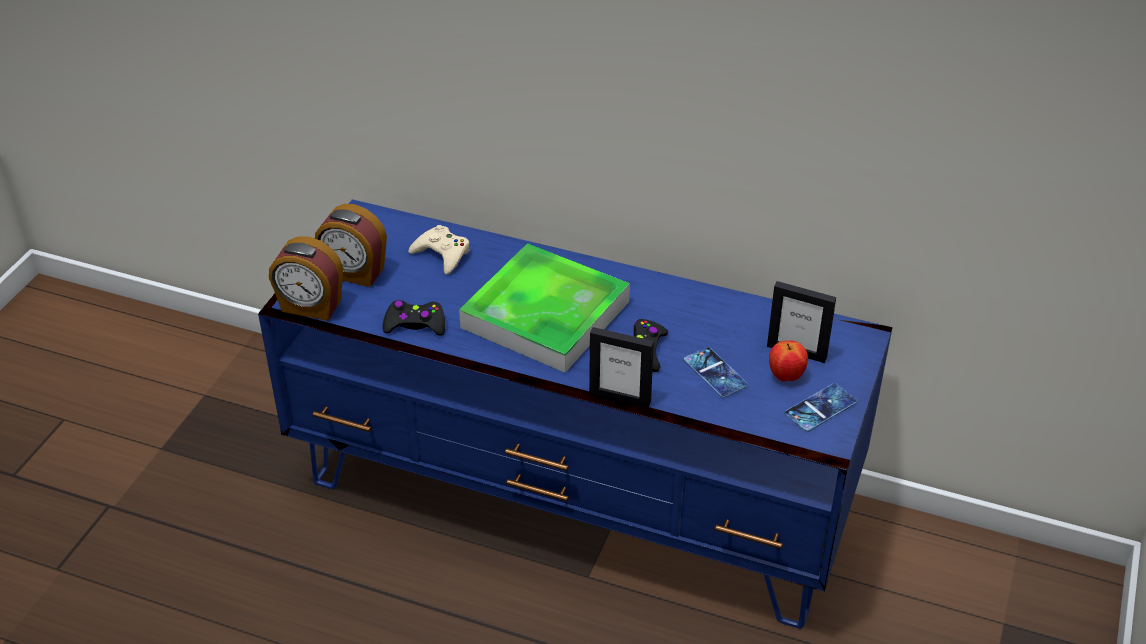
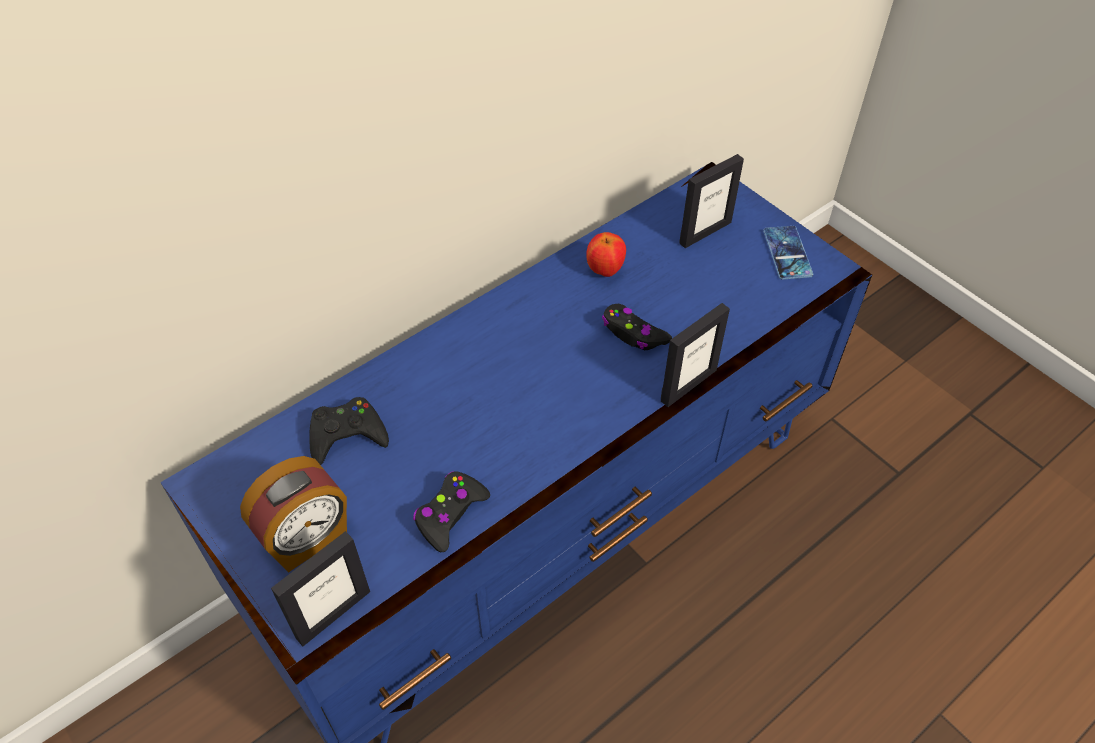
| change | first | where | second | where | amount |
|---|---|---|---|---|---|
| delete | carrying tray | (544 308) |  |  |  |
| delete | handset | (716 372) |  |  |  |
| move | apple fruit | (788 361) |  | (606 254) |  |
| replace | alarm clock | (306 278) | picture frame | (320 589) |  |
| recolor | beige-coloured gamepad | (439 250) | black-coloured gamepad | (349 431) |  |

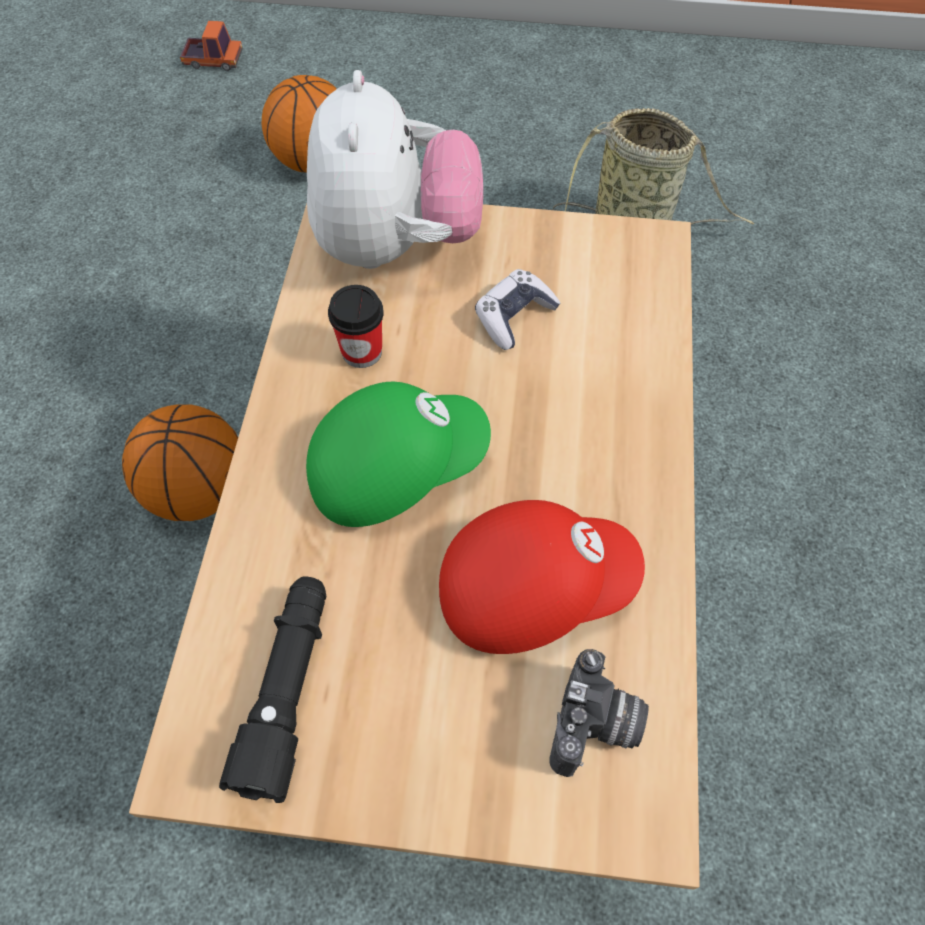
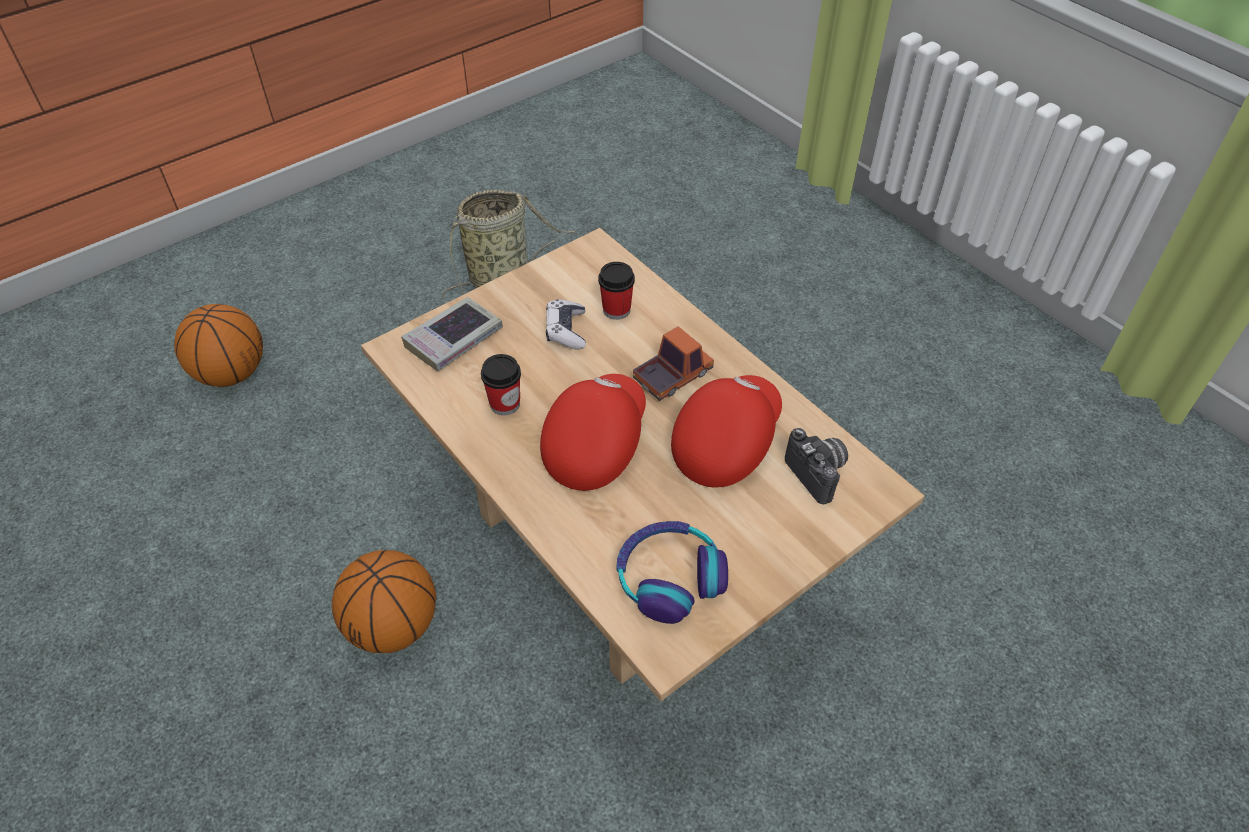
| change | first | where | second | where | amount |
|---|---|---|---|---|---|
| insert |  |  | drinking cup | (616 291) |  |
| move | model truck | (211 46) |  | (673 363) |  |
| replace | black-coloured flashlight | (272 690) | headset | (672 572) |  |
| replace | soft toy | (395 169) | volume | (452 334) |  |
| recolor | green baseball cap | (398 454) | red-coloured baseball cap | (593 432) |  |

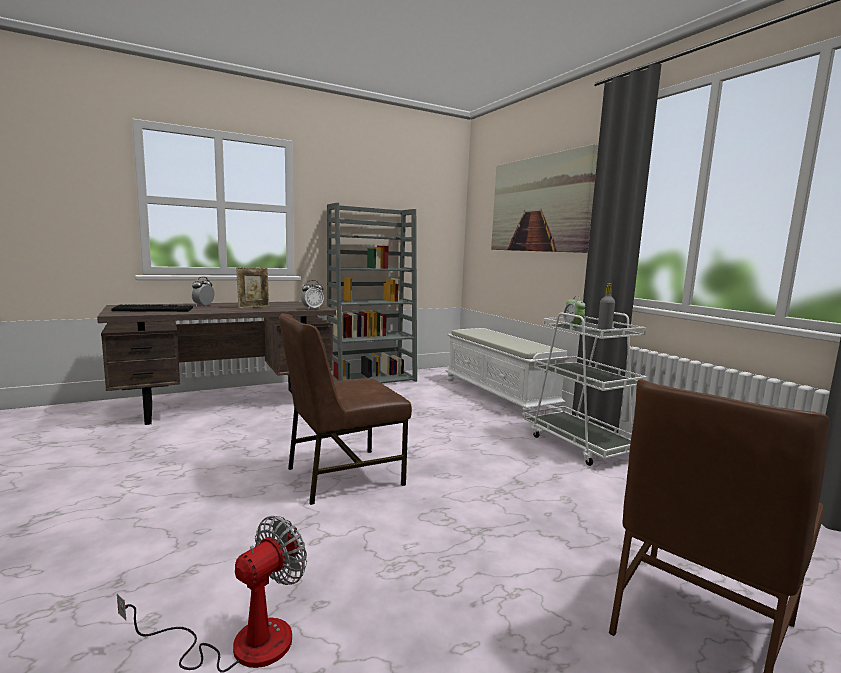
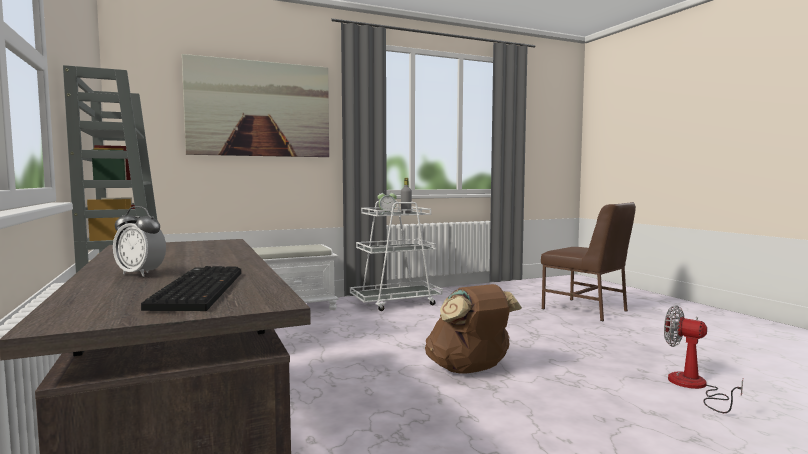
| change | first | where | second | where | amount |
|---|---|---|---|---|---|
| delete | picture frame | (253 287) |  |  |  |
| delete | alarm clock | (312 295) |  |  |  |
| replace | brown plain chair | (345 409) | brown knapsack | (473 329) |  |

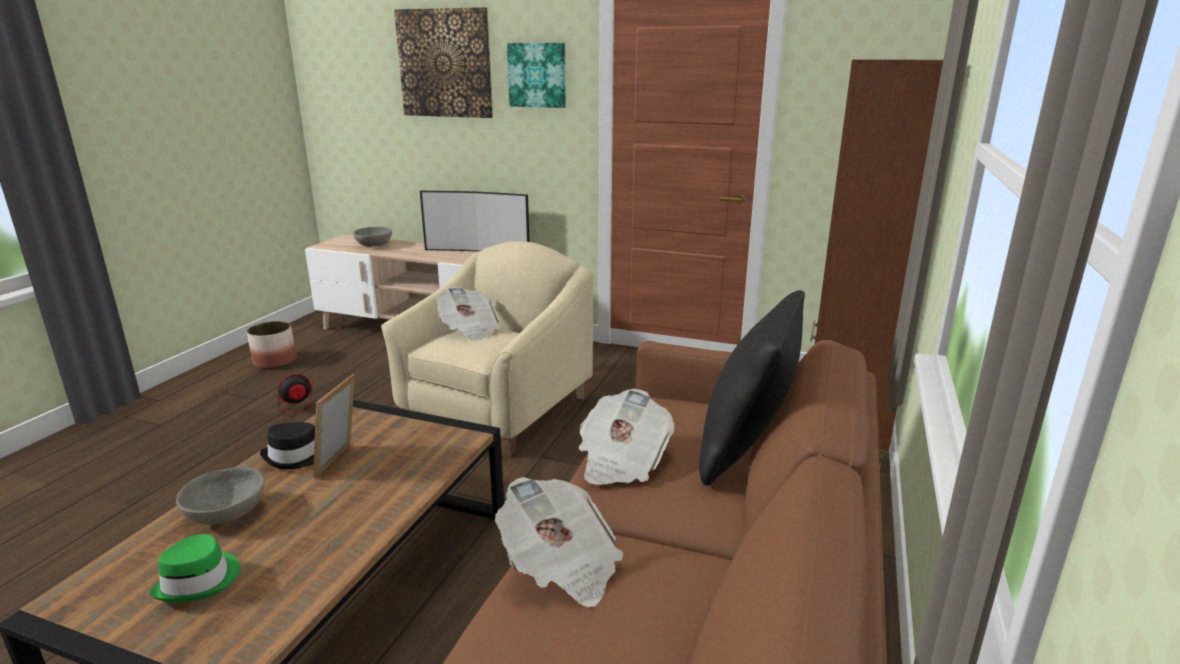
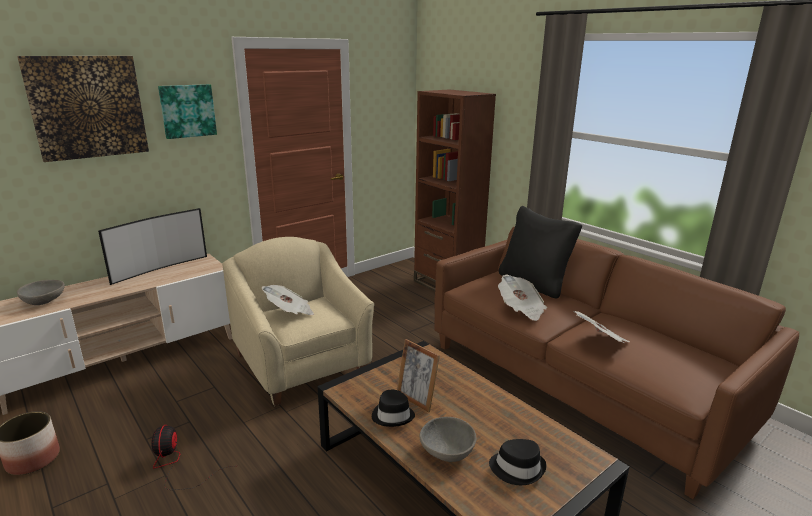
| change | first | where | second | where | amount |
|---|---|---|---|---|---|
| recolor | green wearable hat | (195 568) | black-coloured wearable hat | (518 462) |  |

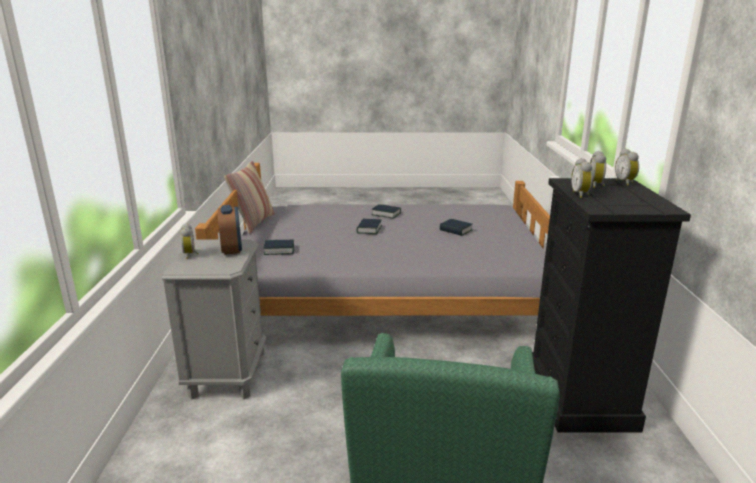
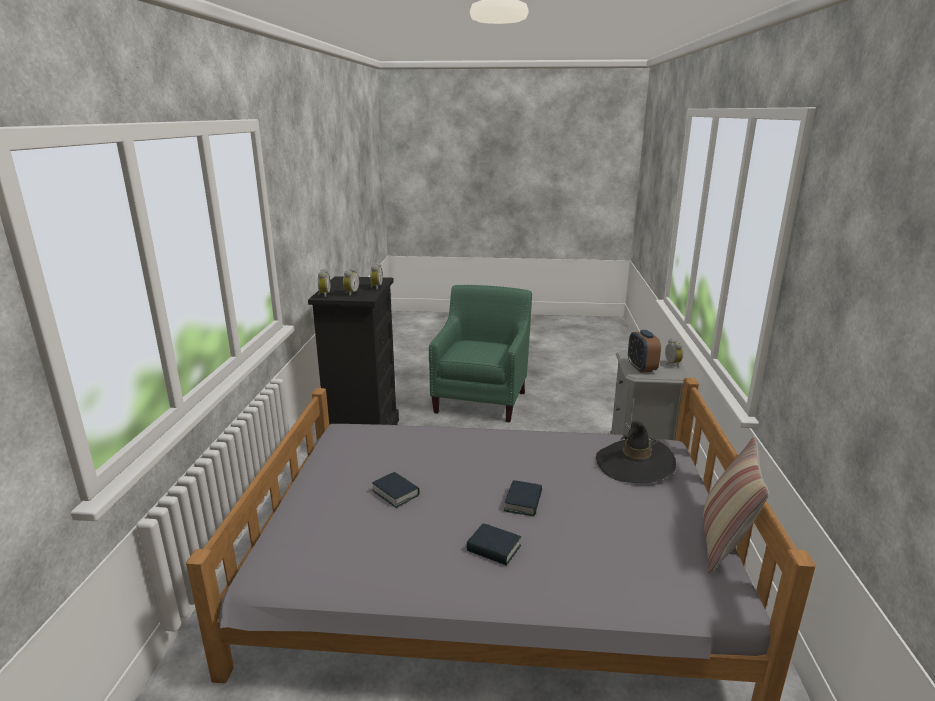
| change | first | where | second | where | amount |
|---|---|---|---|---|---|
| replace | volume | (279 247) | black-coloured wearable hat | (636 452) |  |

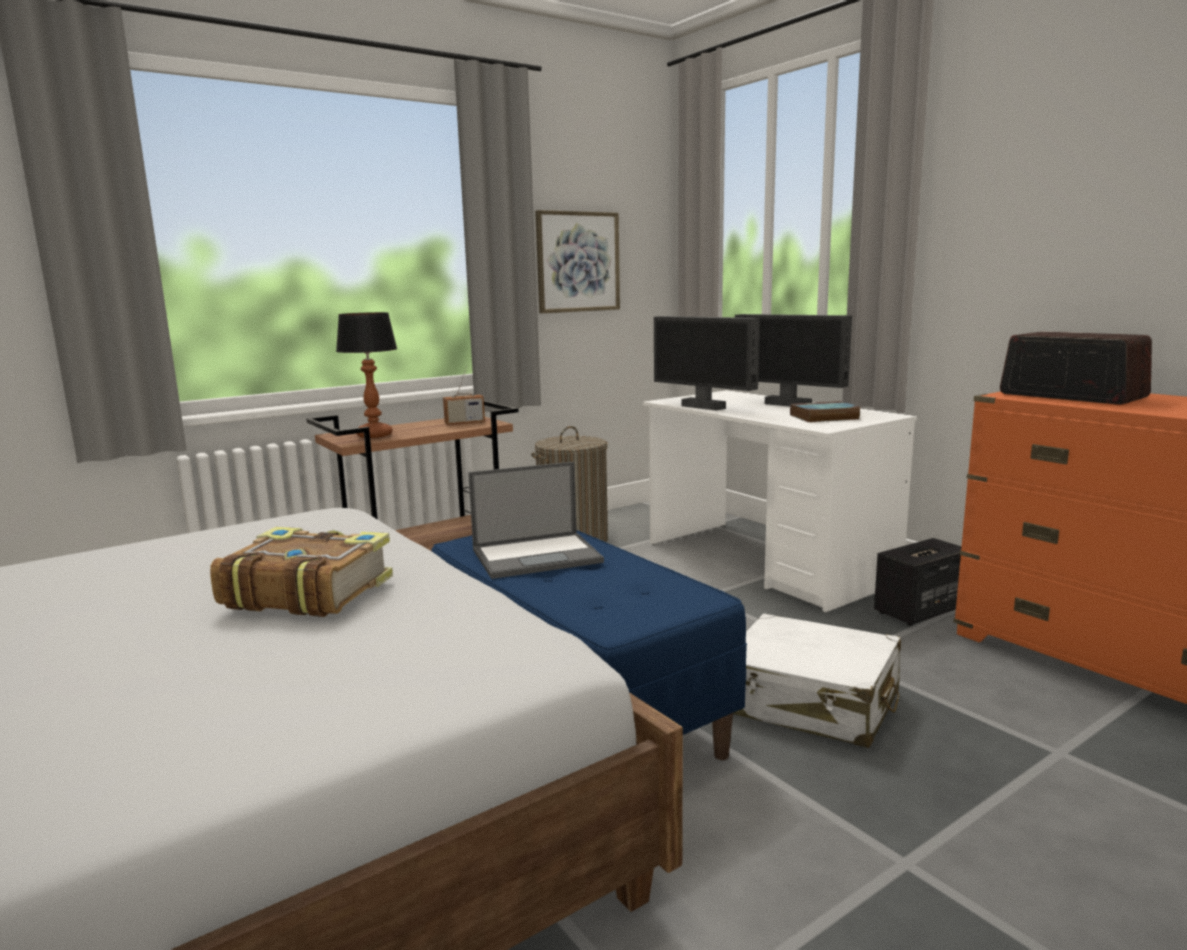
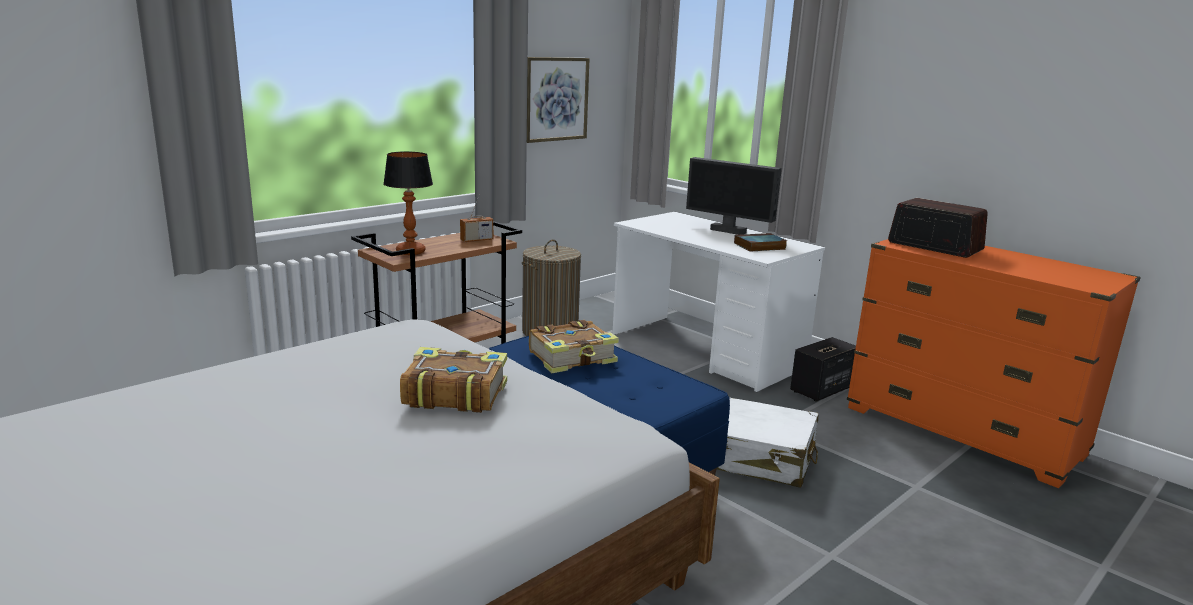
| change | first | where | second | where | amount |
|---|---|---|---|---|---|
| delete | monitor | (707 363) |  |  |  |
| replace | portable computer | (536 520) | volume | (574 346) |  |

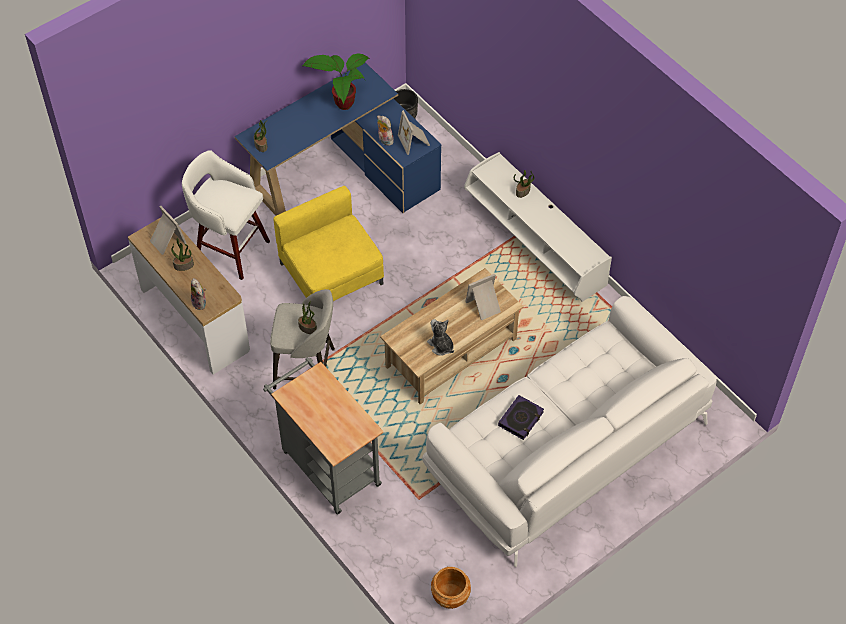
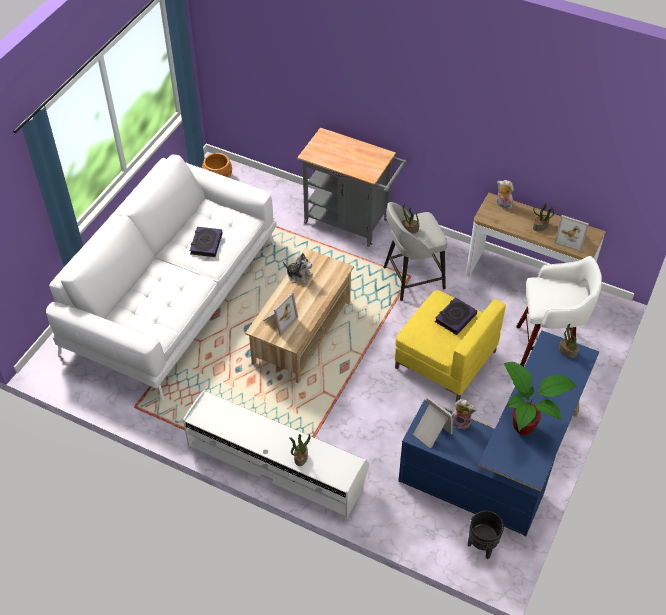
| change | first | where | second | where | amount |
|---|---|---|---|---|---|
| insert |  |  | volume | (456 316) |  |

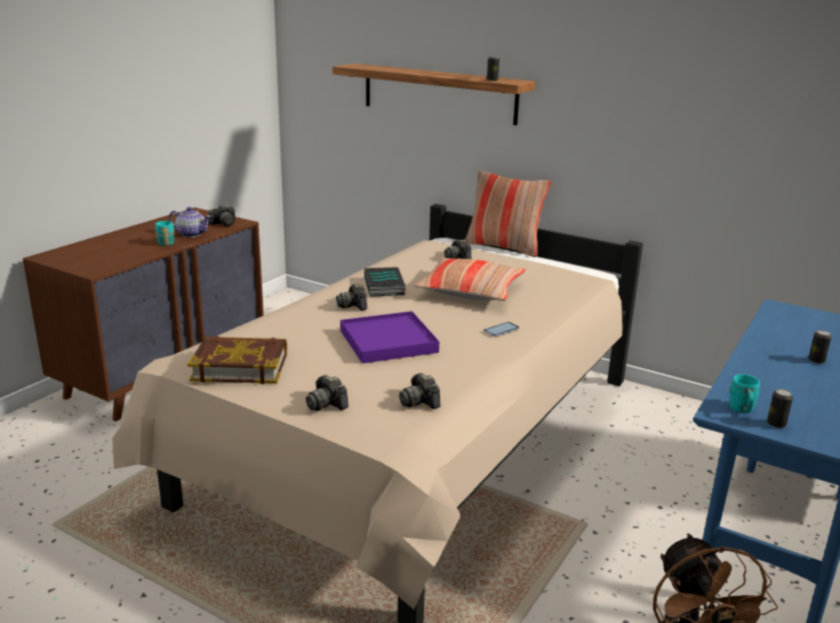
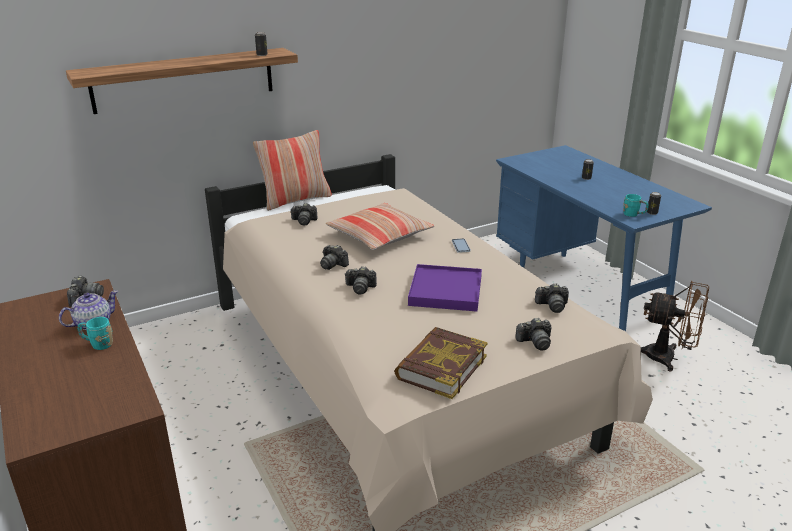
| change | first | where | second | where | amount |
|---|---|---|---|---|---|
| replace | volume | (385 282) | still camera | (334 257) |  |

